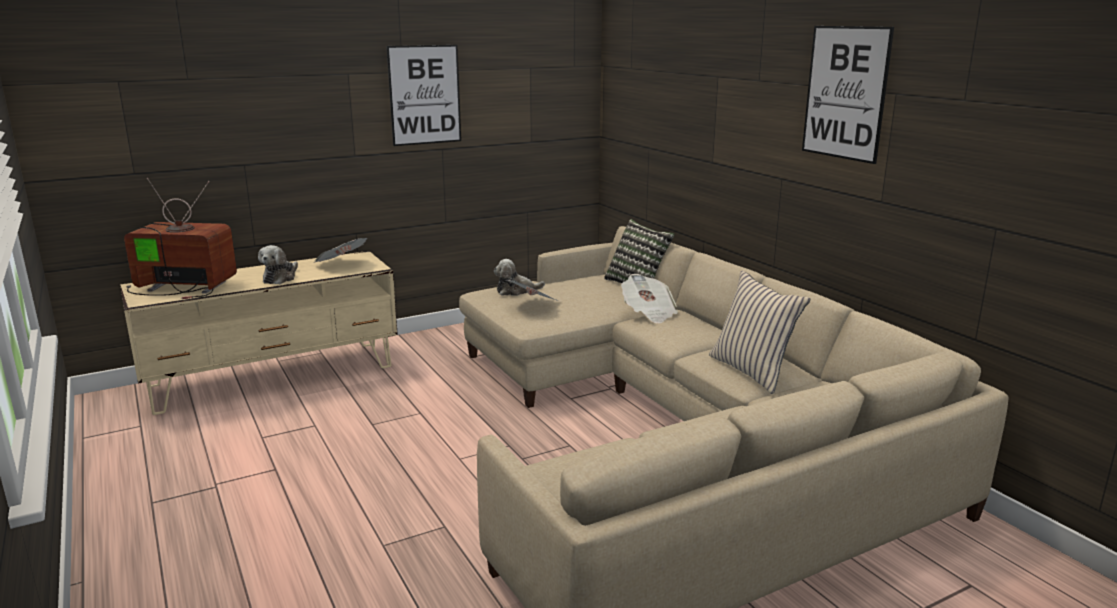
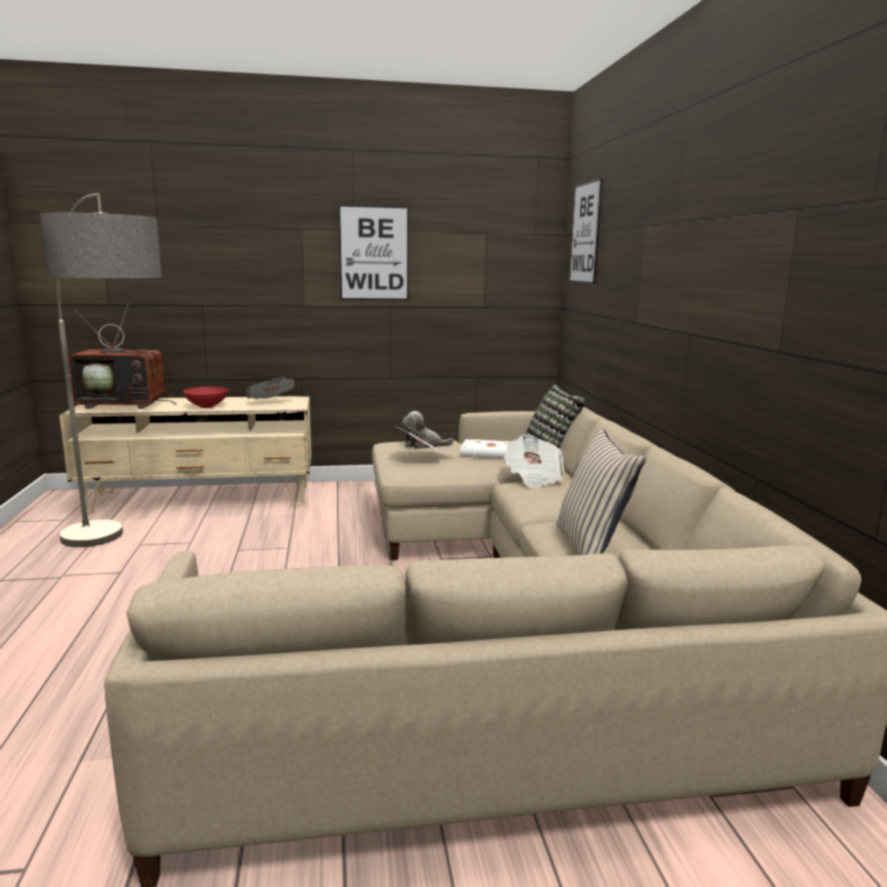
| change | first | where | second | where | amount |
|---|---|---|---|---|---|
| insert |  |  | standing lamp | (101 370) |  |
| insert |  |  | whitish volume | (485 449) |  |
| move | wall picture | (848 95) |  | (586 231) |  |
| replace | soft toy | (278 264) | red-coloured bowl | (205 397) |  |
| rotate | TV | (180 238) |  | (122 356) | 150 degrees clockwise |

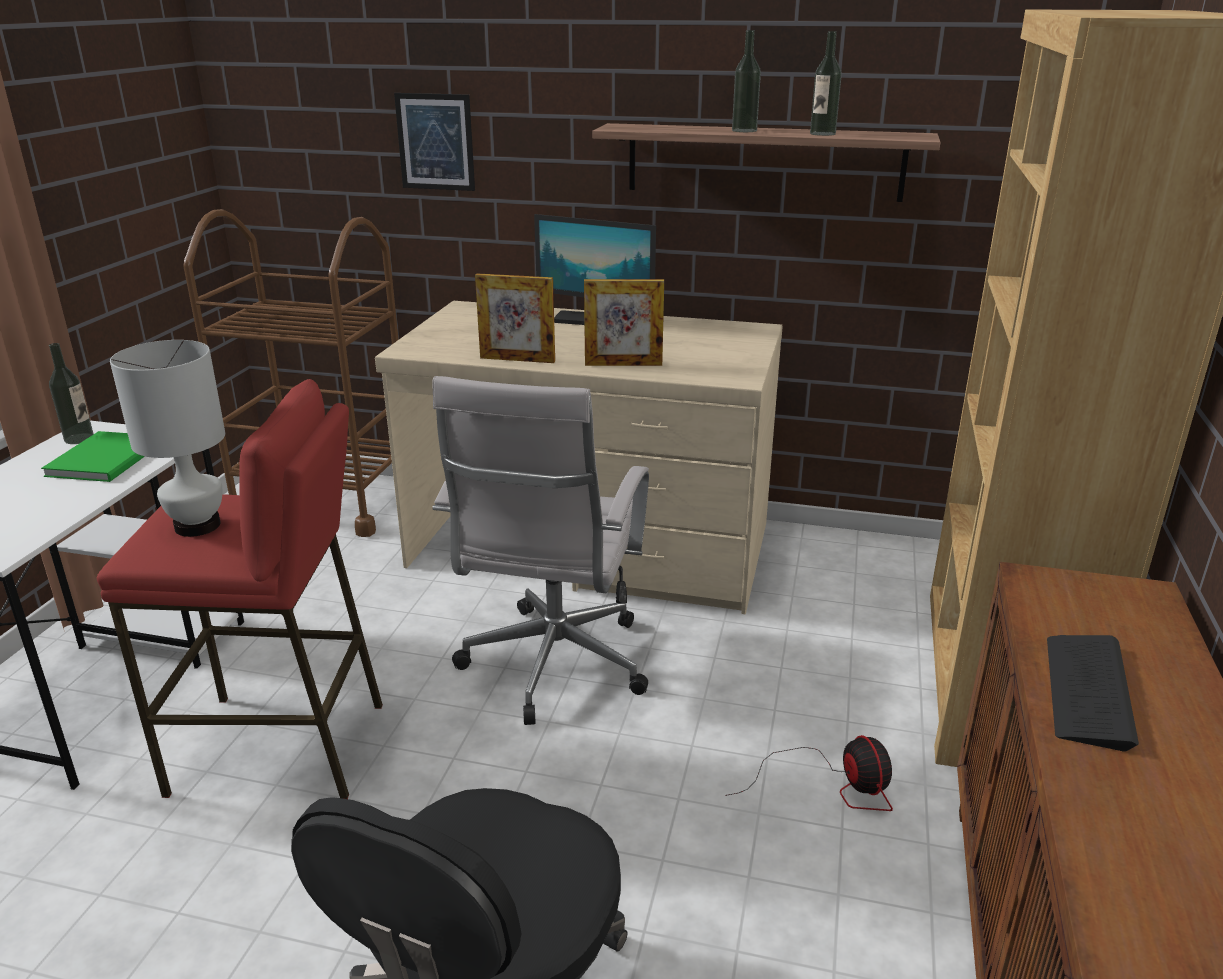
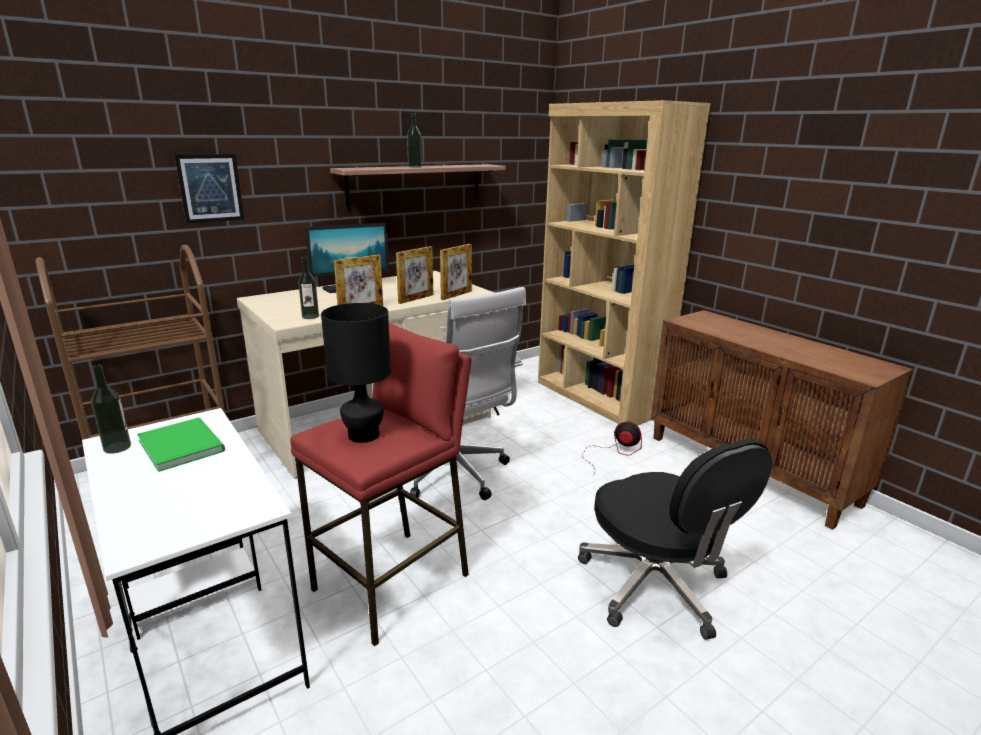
| change | first | where | second | where | amount |
|---|---|---|---|---|---|
| delete | computer keyboard | (1093 693) |  |  |  |
| insert |  |  | picture frame | (456 272) |  |
| move | bottle | (826 83) |  | (308 288) |  |
| recolor | whitish tabletop lamp | (167 438) | black-coloured tabletop lamp | (356 373) |  |

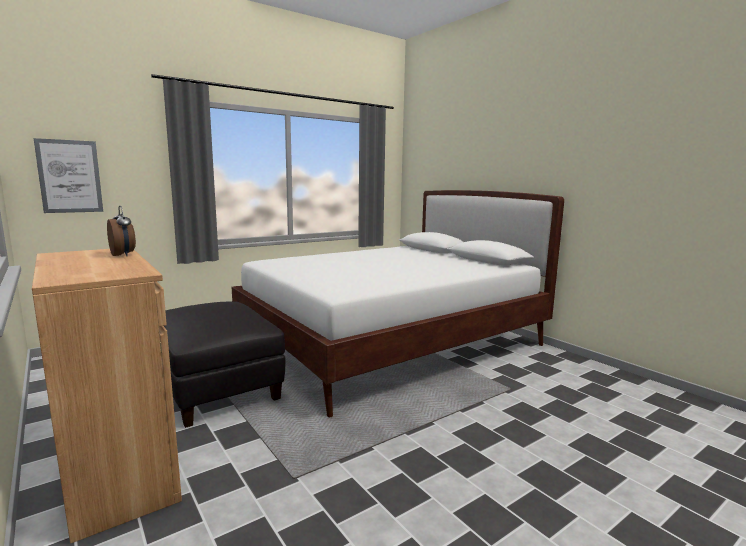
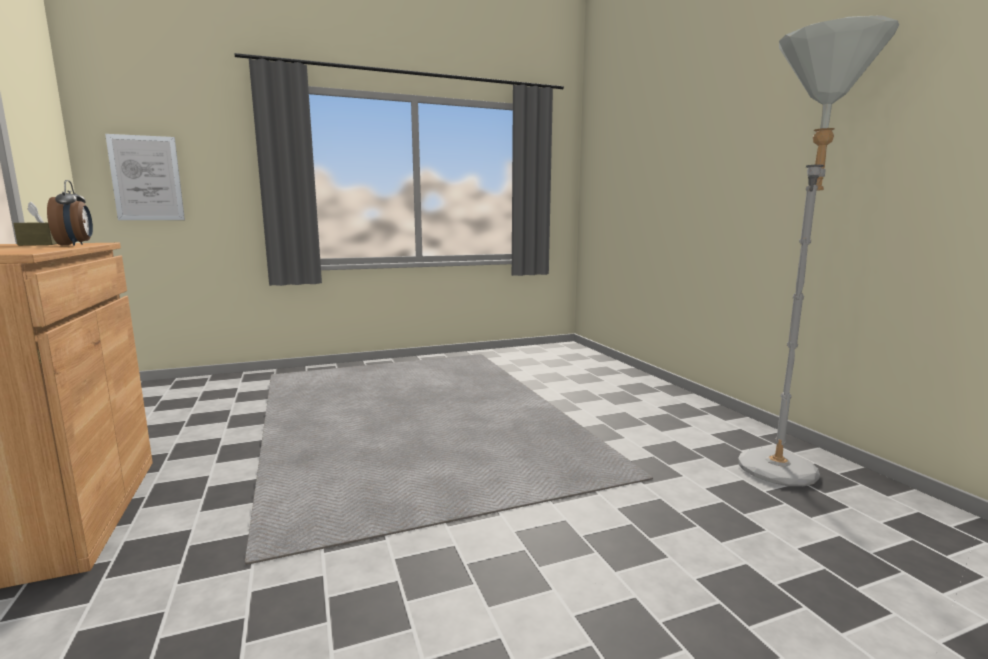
| change | first | where | second | where | amount |
|---|---|---|---|---|---|
| delete | black-coloured pouffe | (225 365) |  |  |  |
| delete | whitish bed | (398 303) |  |  |  |
| insert |  |  | brown box of tissues | (35 224) |  |
| insert |  |  | grey standing lamp | (818 250) |  |

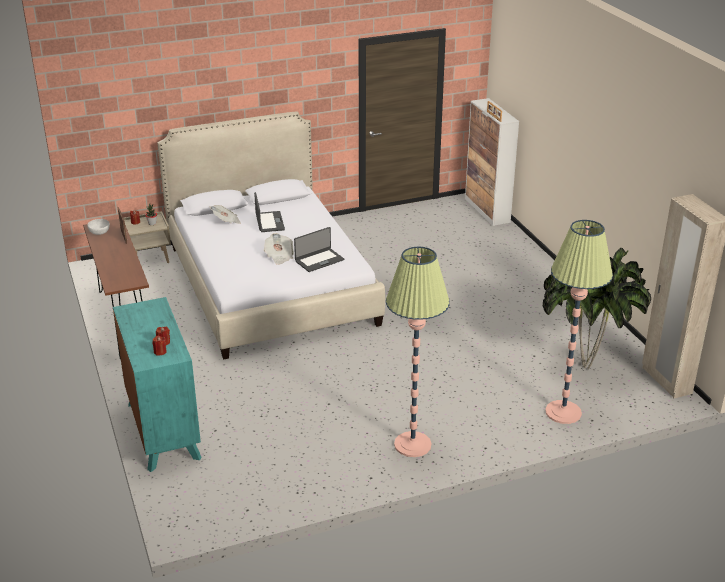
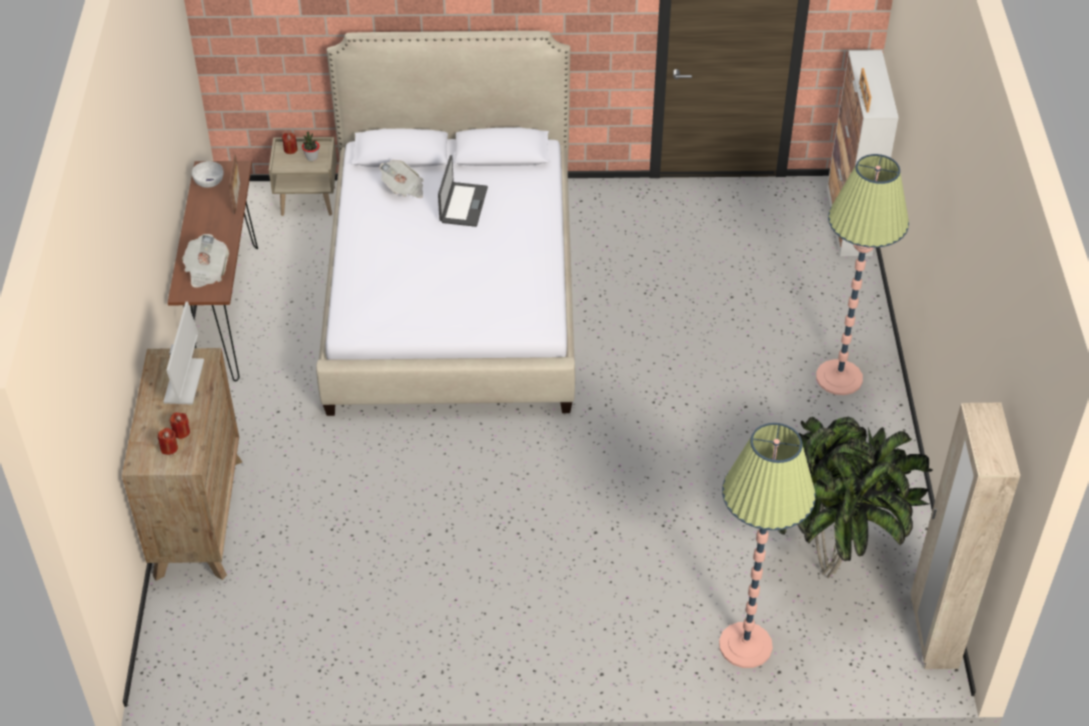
| change | first | where | second | where | amount |
|---|---|---|---|---|---|
| delete | portable computer | (319 249) |  |  |  |
| insert |  |  | monitor | (183 353) |  |
| move | printed paper | (279 249) |  | (205 261) |  |
| move | standing lamp | (418 352) |  | (862 274) |  |
| recolor | turquoise drawer chest | (157 384) | brown drawer chest | (182 464) |  |

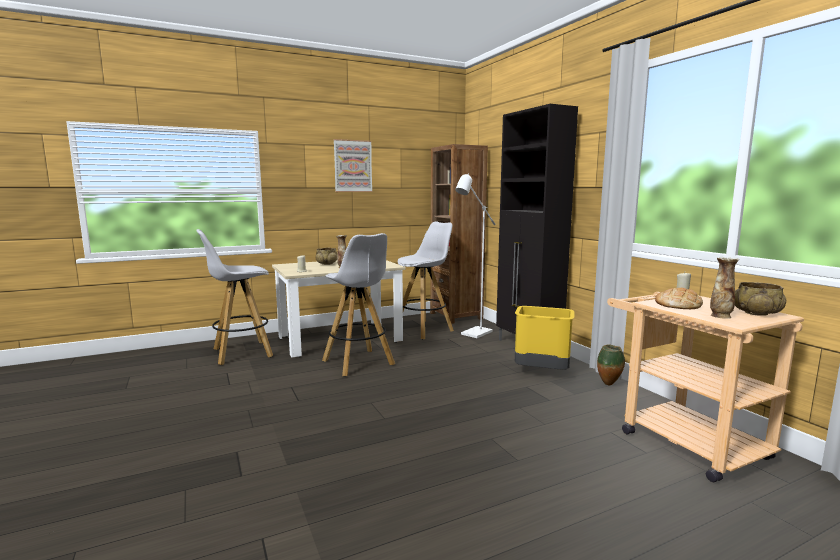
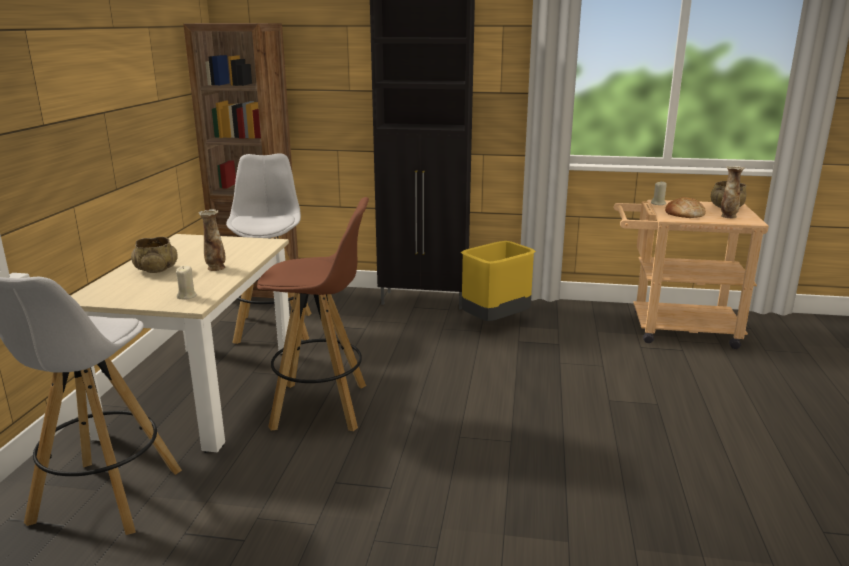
| change | first | where | second | where | amount |
|---|---|---|---|---|---|
| delete | wall picture | (353 165) |  |  |  |
| delete | whitish standing lamp | (475 255) |  |  |  |
| delete | flower vase | (611 364) |  |  |  |
| recolor | whitish stool seat | (358 304) | brown stool seat | (313 314) |  |

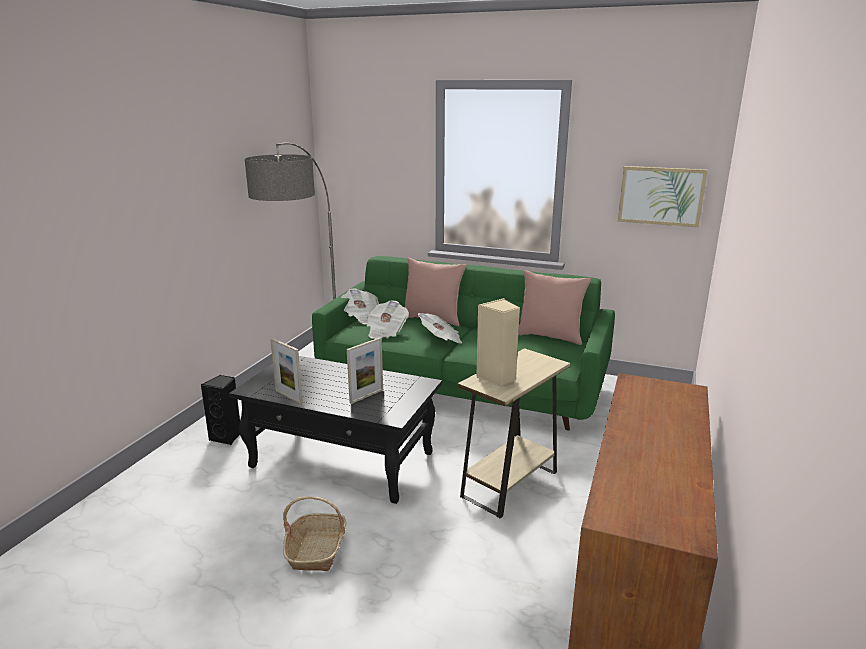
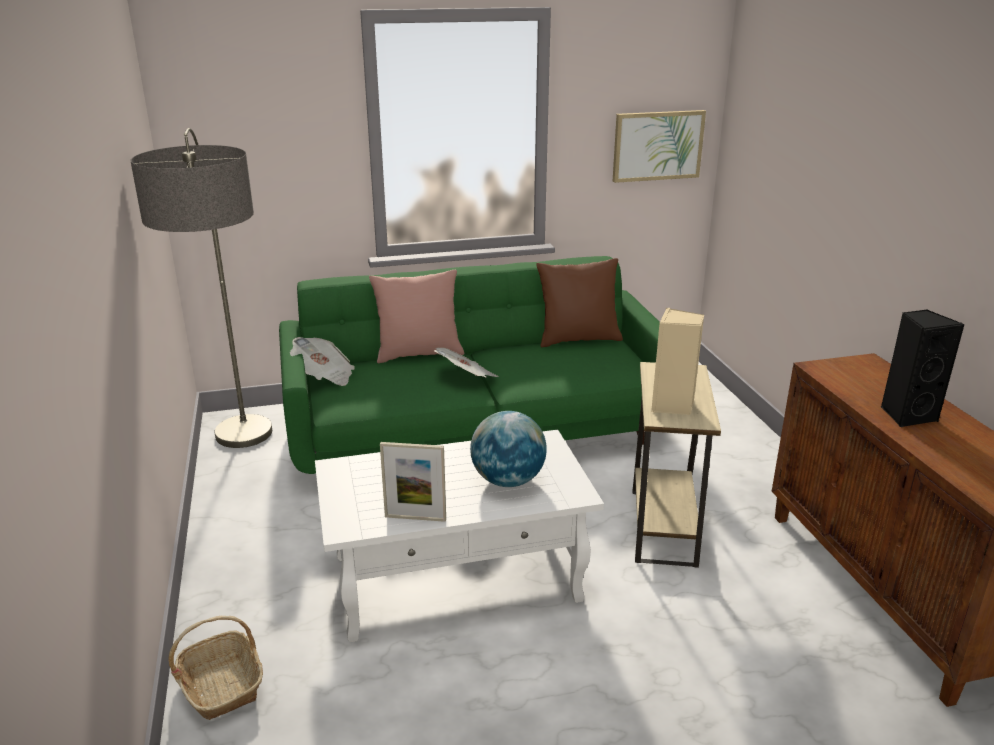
| change | first | where | second | where | amount |
|---|---|---|---|---|---|
| delete | printed paper | (387 319) |  |  |  |
| move | black-coloured audio speaker | (220 410) |  | (923 368) |  |
| move | household basket | (315 533) |  | (215 668) |  |
| replace | picture frame | (365 370) | globe | (508 449) |  |
| recolor | black-coloured coffee table | (335 430) | whitish coffee table | (459 536) |  |
| recolor | pinkish pillow | (554 307) | brown pillow | (579 302) |  |

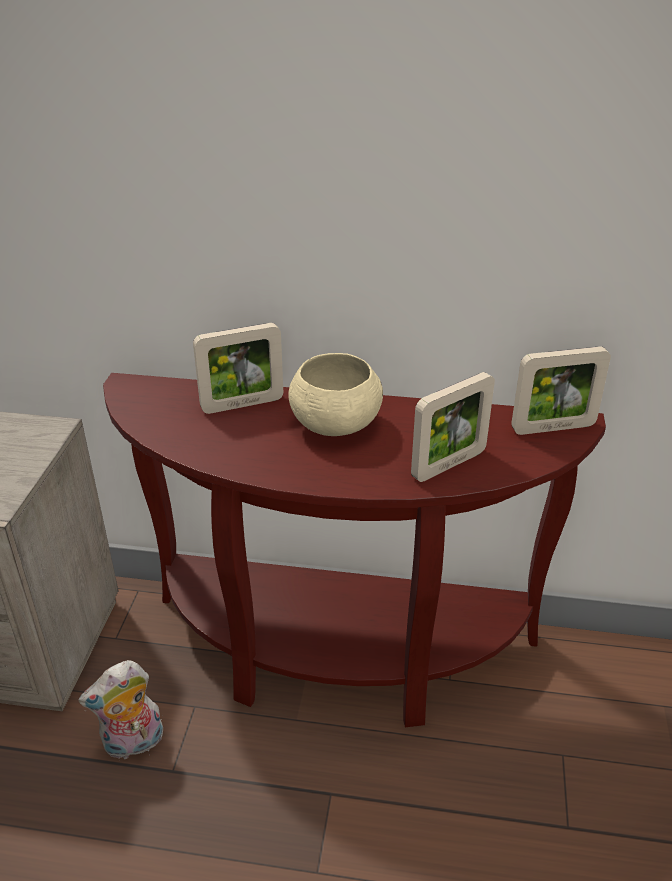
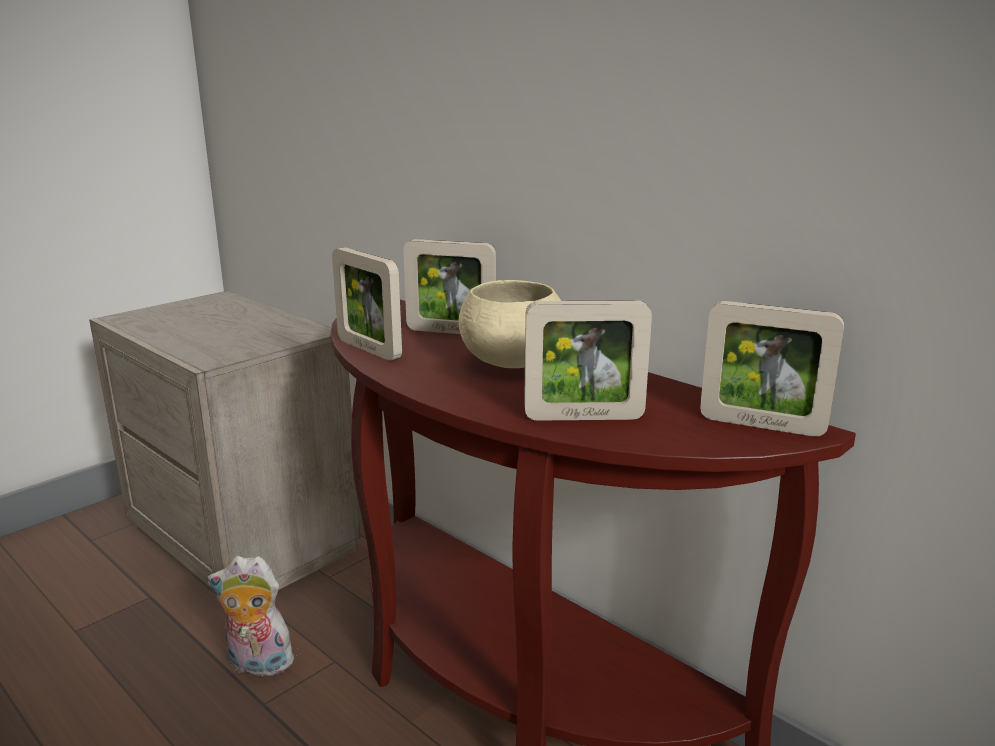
| change | first | where | second | where | amount |
|---|---|---|---|---|---|
| insert |  |  | picture frame | (367 304) |  |

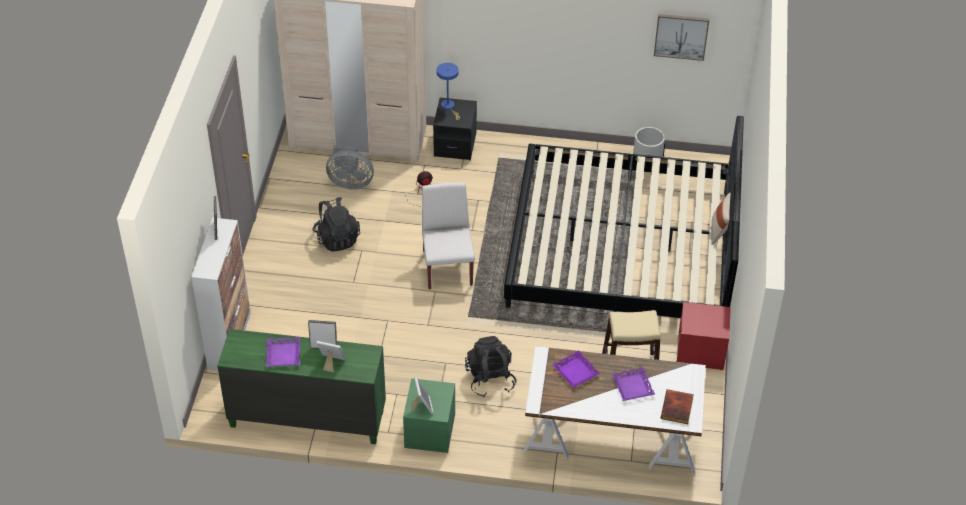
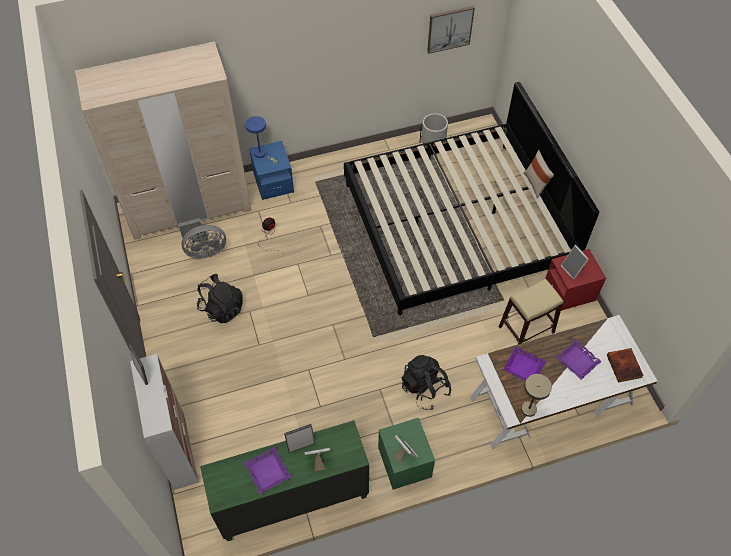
| change | first | where | second | where | amount |
|---|---|---|---|---|---|
| delete | whitish plain chair | (448 235) |  |  |  |
| insert |  |  | beige-coloured tabletop lamp | (536 395) |  |
| insert |  |  | picture frame | (575 262) |  |
| recolor | black-coloured nightstand | (455 128) | bluish nightstand | (271 170) |  |

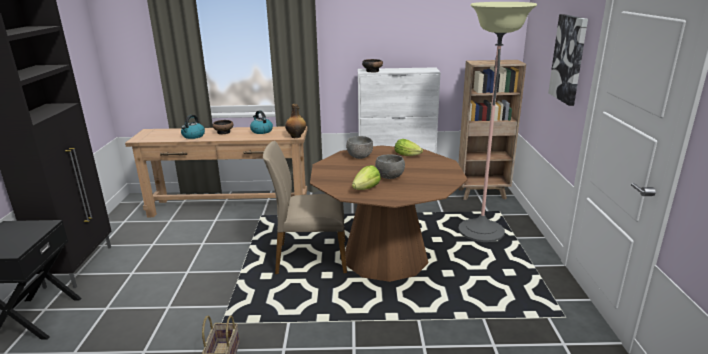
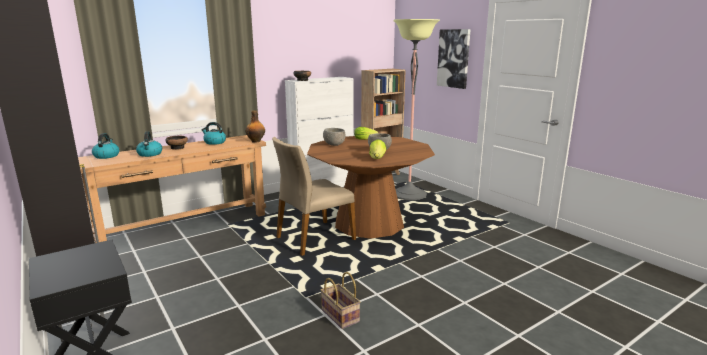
| change | first | where | second | where | amount |
|---|---|---|---|---|---|
| insert |  |  | water kettle | (105 146) |  |

